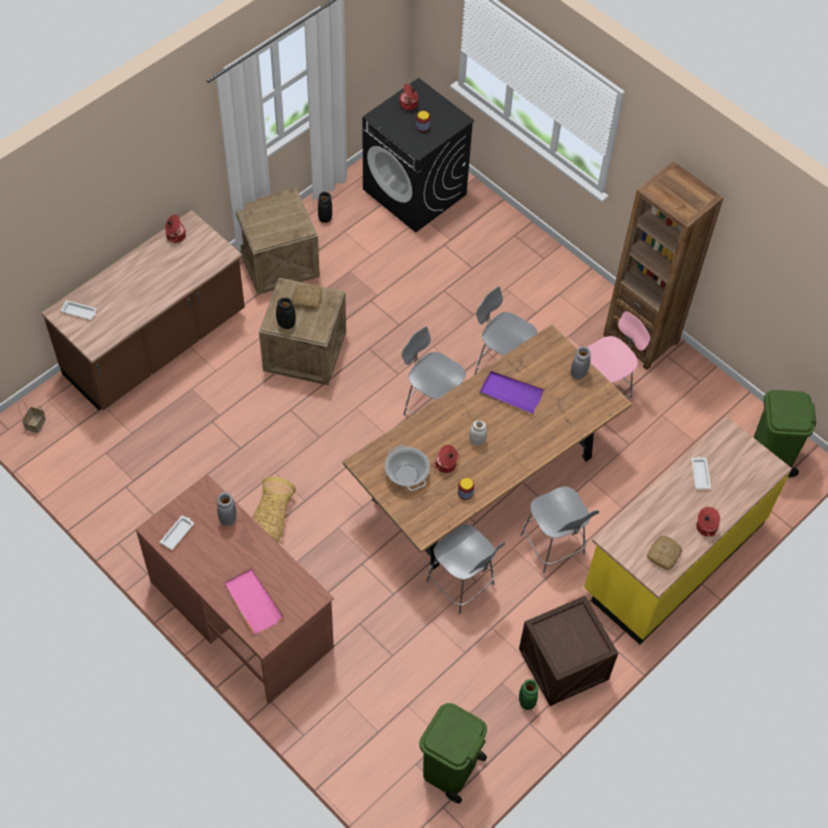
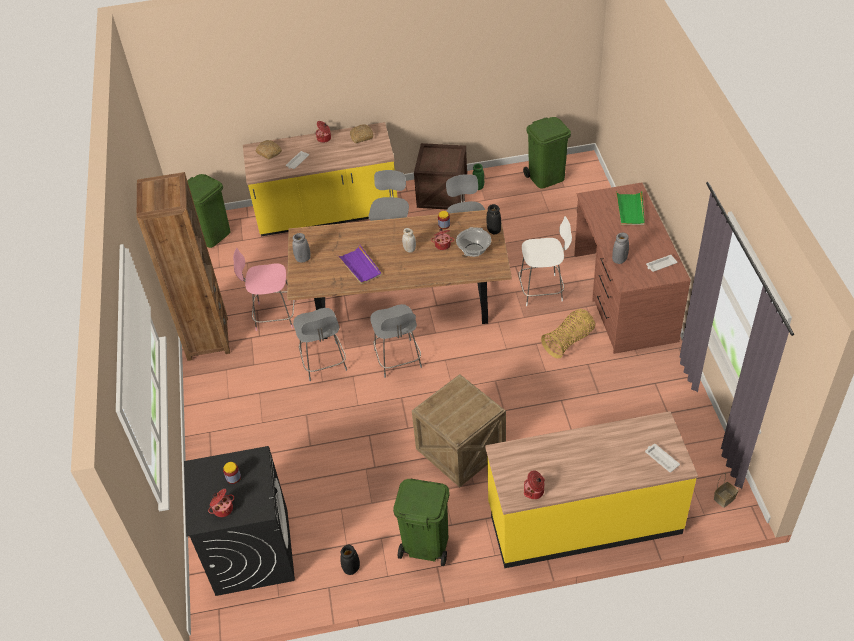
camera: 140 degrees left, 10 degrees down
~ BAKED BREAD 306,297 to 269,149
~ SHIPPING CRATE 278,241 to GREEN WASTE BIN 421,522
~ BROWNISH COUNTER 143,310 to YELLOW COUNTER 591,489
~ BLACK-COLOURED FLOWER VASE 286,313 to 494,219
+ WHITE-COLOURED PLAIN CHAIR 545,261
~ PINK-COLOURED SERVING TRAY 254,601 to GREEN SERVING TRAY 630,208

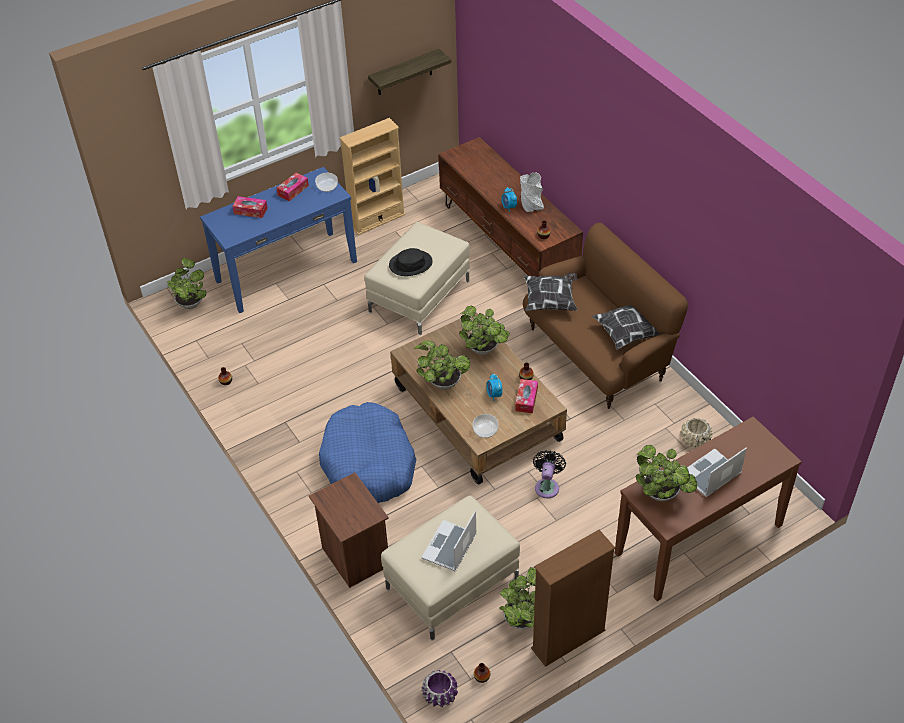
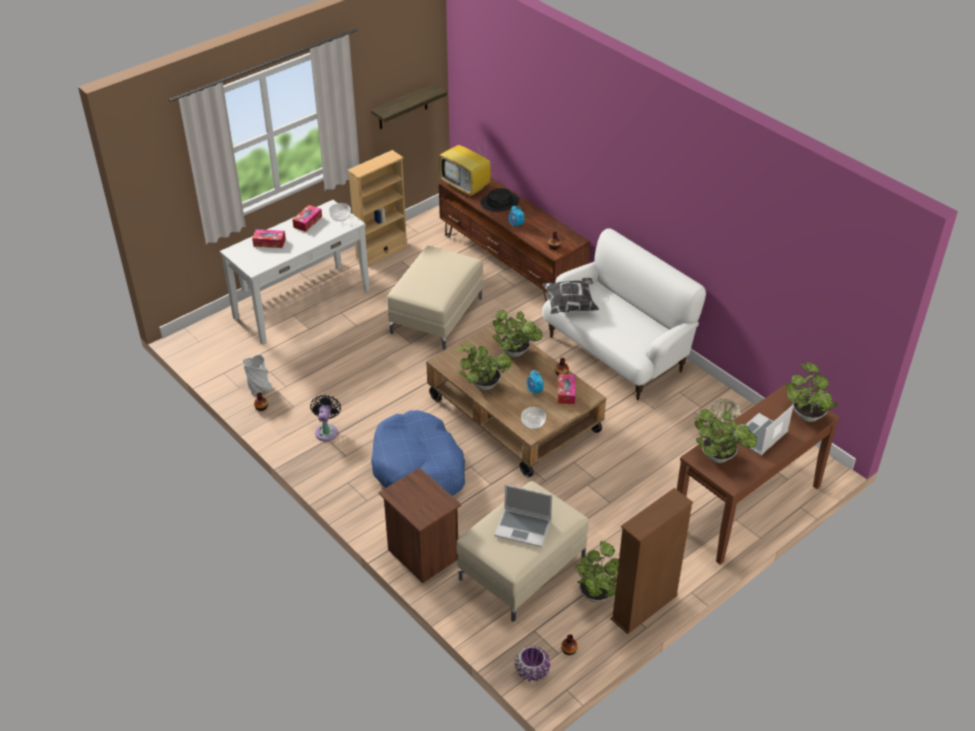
camera: 10 degrees left, 5 degrees down
~ BLUE NARROW TABLE 278,240 to WHITE-COLOURED NARROW TABLE 295,272
~ GREYISH FLOWER VASE 532,192 to 257,375
~ BLACK-COLOURED FAN 549,474 to 325,418
+ TELEVISION 465,166
~ BLACK-COLOURED CLOTHING HAT 411,262 to 499,200
~ PORTABLE COMPUTER 449,541 = 523,515 90 degrees counterclockwise
~ BROWNISH SOFA 605,316 to WHITE-COLOURED SOFA 624,314
~ PLANT IN A POT 186,283 to 812,392
- CUSHION 626,327

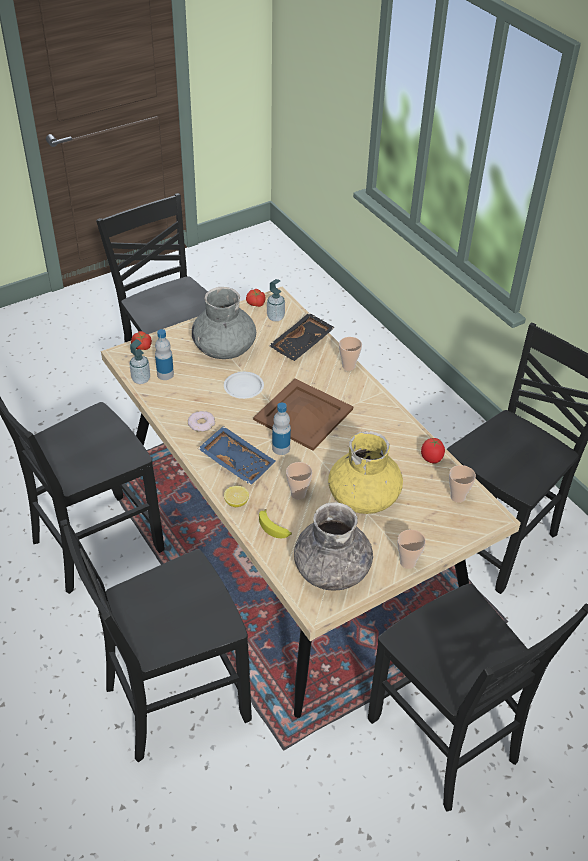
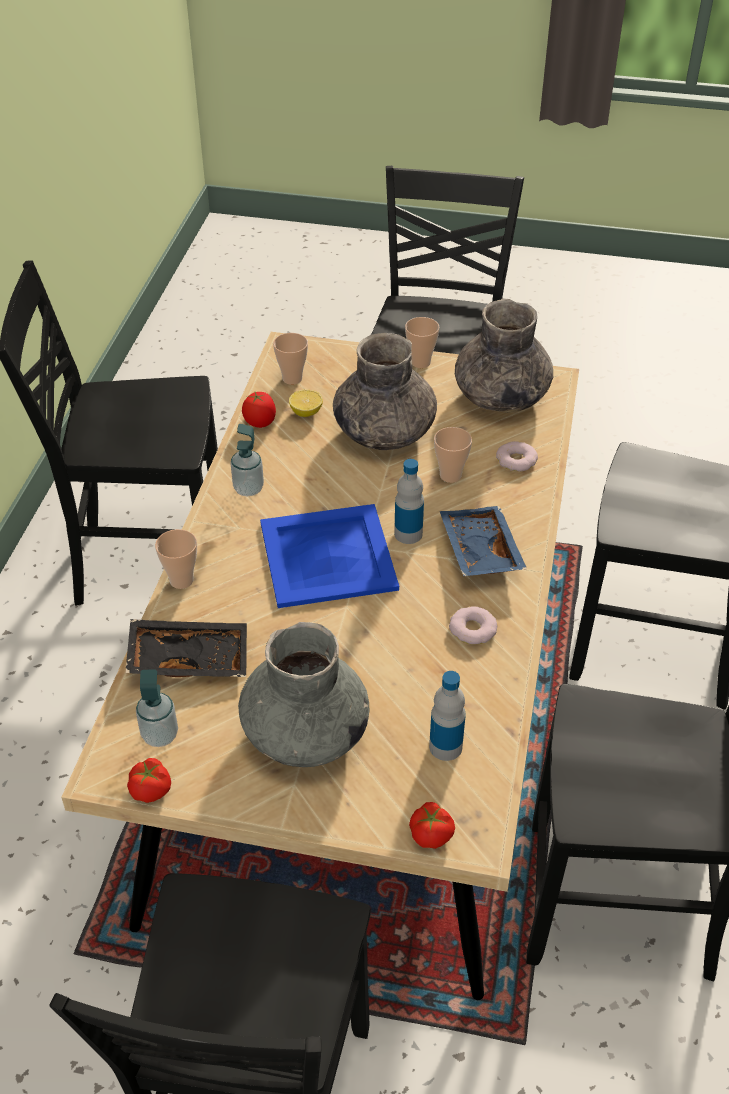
camera: 135 degrees left, 0 degrees up
~ SOAP BOTTLE 140,361 to 247,460
~ BROWNISH SERVING TRAY 303,414 to BLUE SERVING TRAY 329,556
~ LEMON 236,496 to 306,403
~ YELLOW FLOWER VASE 365,472 to GREYISH FLOWER VASE 385,391
~ BANANA 275,523 to DOUGHNUT 517,456
- WHITE-COLOURED DINNER PLATE 244,385

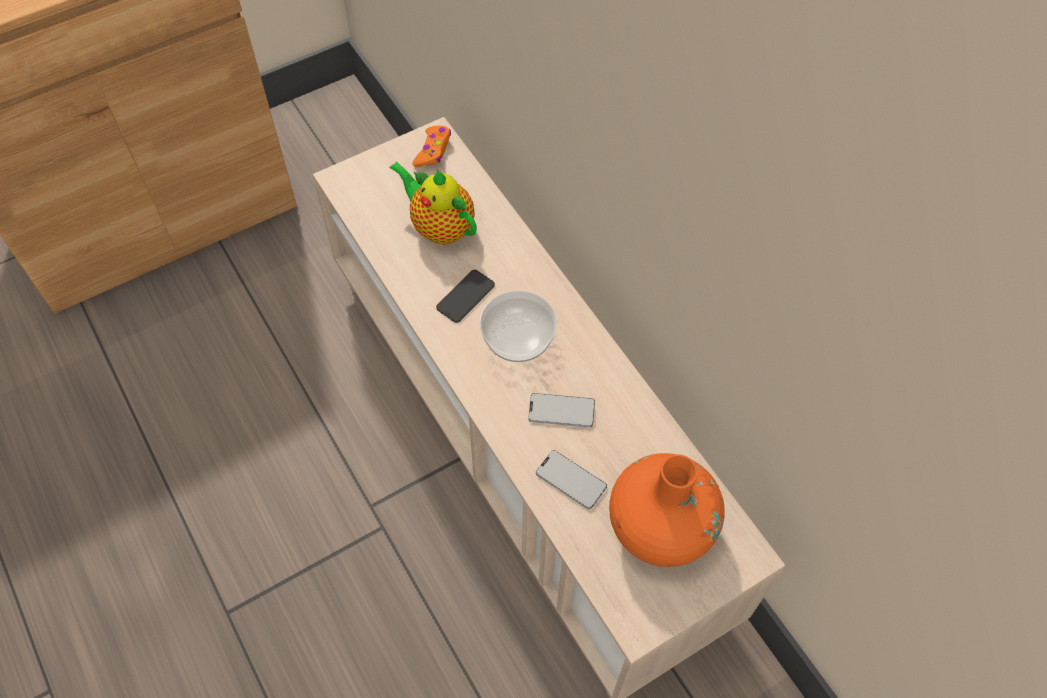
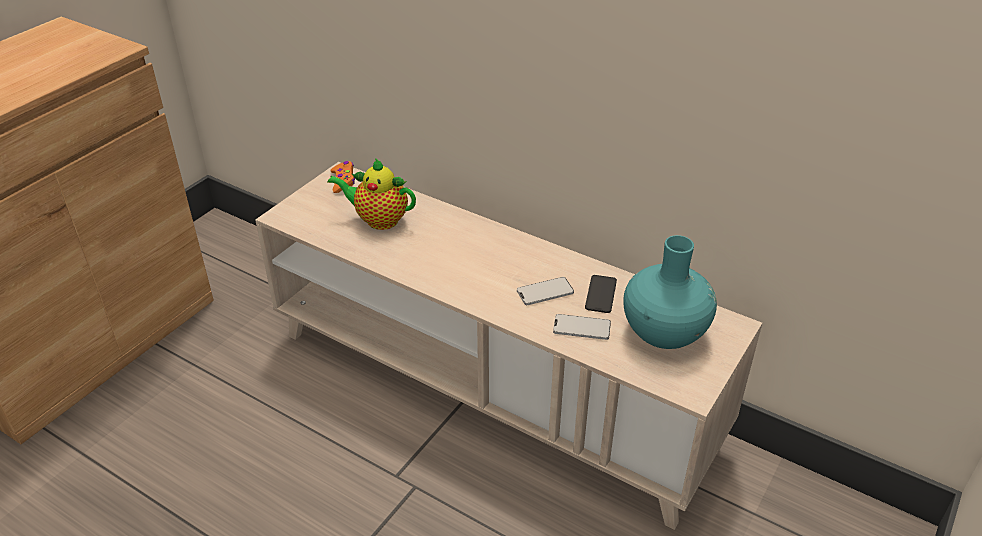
camera: 25 degrees left, 20 degrees down
~ TELEPHONE 465,296 to 601,294
~ ORANGEY FLOWER VASE 667,510 to BLUE-GREEN FLOWER VASE 670,292
- BOWL 518,326

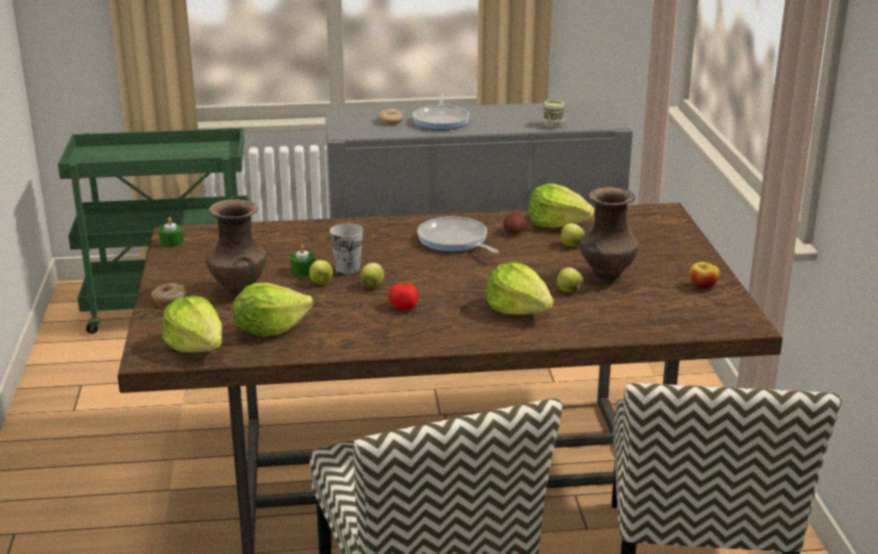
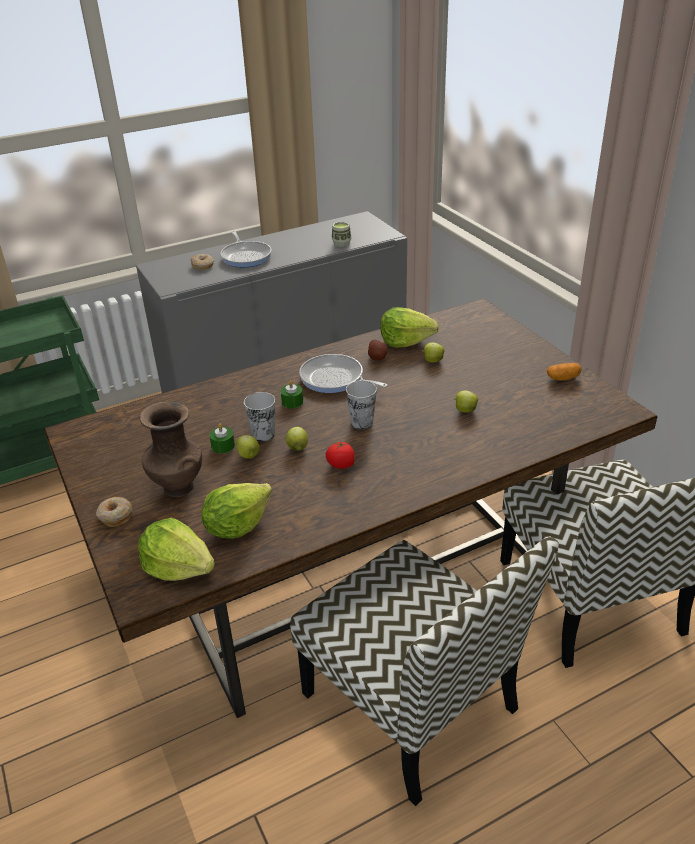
camera: 20 degrees left, 10 degrees up
~ GREEN WAX CANDLE 171,232 to 292,394
+ CUP 361,405
~ APPLE FRUIT 704,275 to WHOLE POTATO 564,372
- LETTUCE 520,288
- BROWNISH FLOWER VASE 609,235

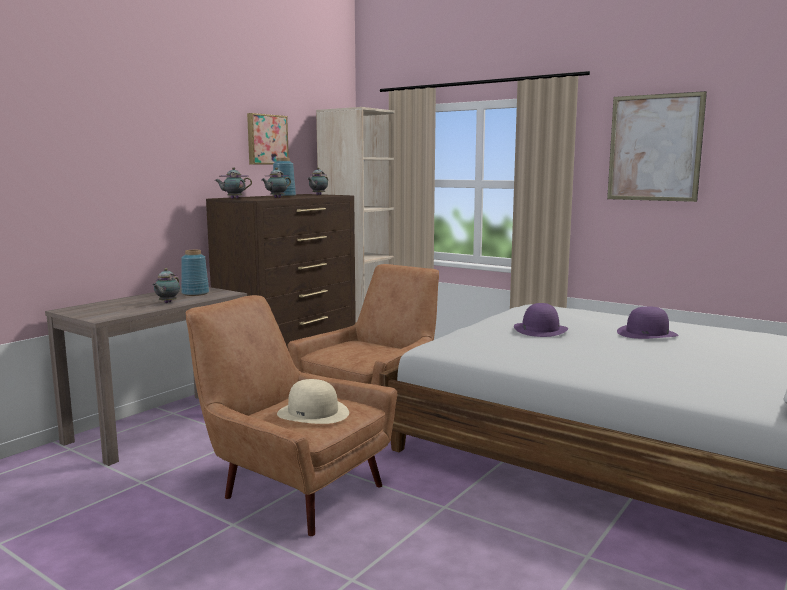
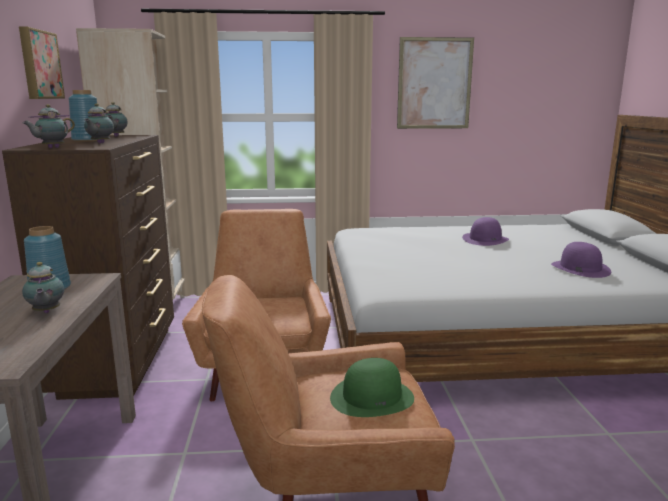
camera: 40 degrees left, 5 degrees up
~ BEIGE-COLOURED CLOTHING HAT 313,401 to GREEN CLOTHING HAT 372,387
~ PURPLE CLOTHING HAT 541,320 to 581,260

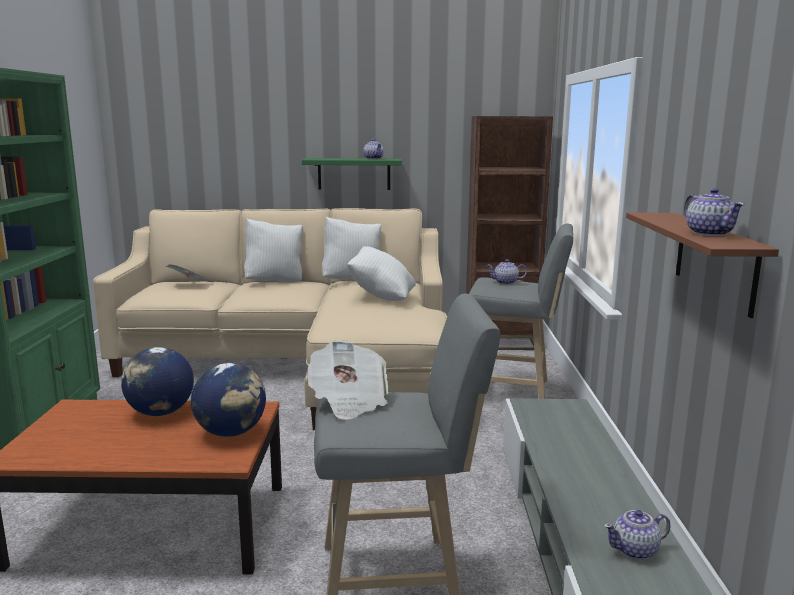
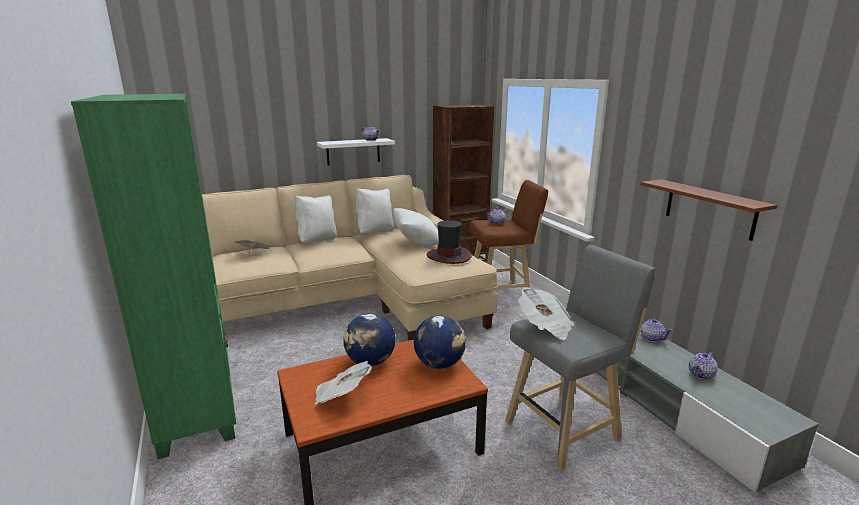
camera: 25 degrees left, 5 degrees up
+ PRINTED PAPER 343,383
~ GREEN BRACKET SHELF 352,174 to WHITE-COLOURED BRACKET SHELF 356,151
+ CLOTHING HAT 449,242
~ GREYISH STOOL SEAT 521,311 to BROWNISH STOOL SEAT 508,235
~ TEAPOT 714,212 to 656,330

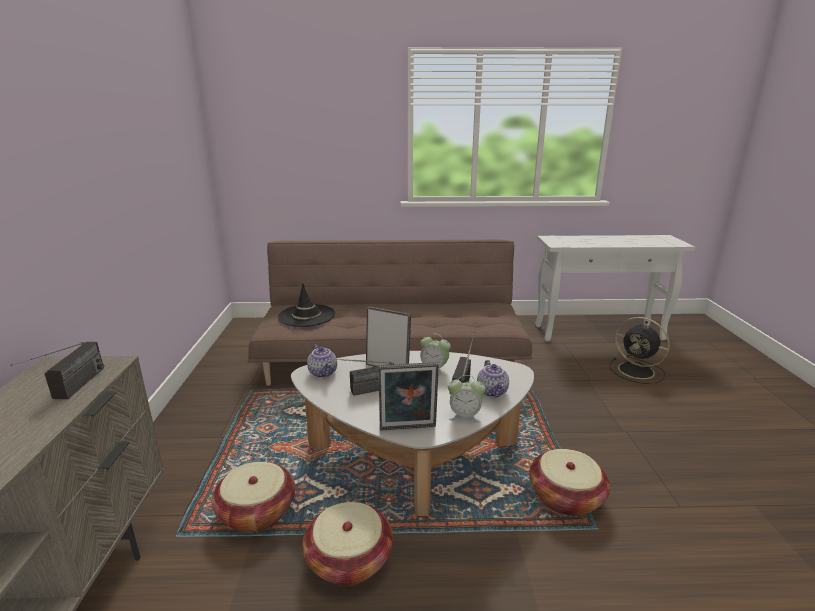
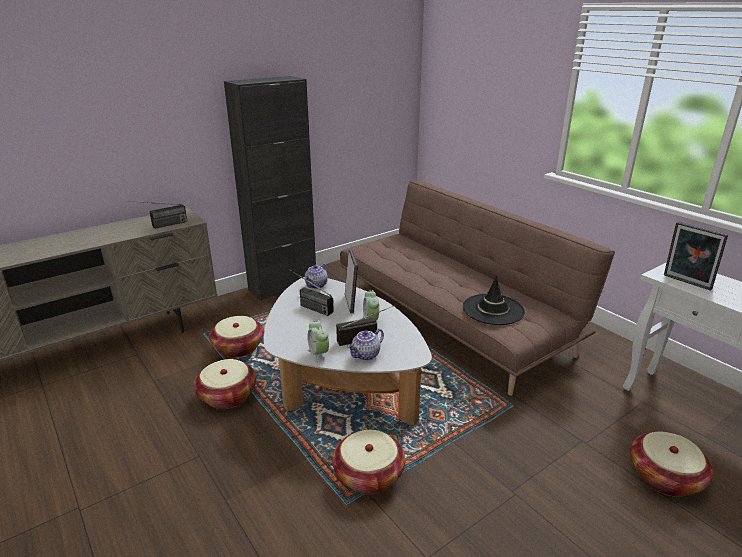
camera: 55 degrees right, 5 degrees up
+ BLACK-COLOURED STORAGE CABINET 270,188
~ BLACK-COLOURED CLOTHING HAT 306,305 to 494,300
~ BLACK-COLOURED FAN 640,350 to BASKET 671,464
~ STANDING FRAME 409,396 to 696,256

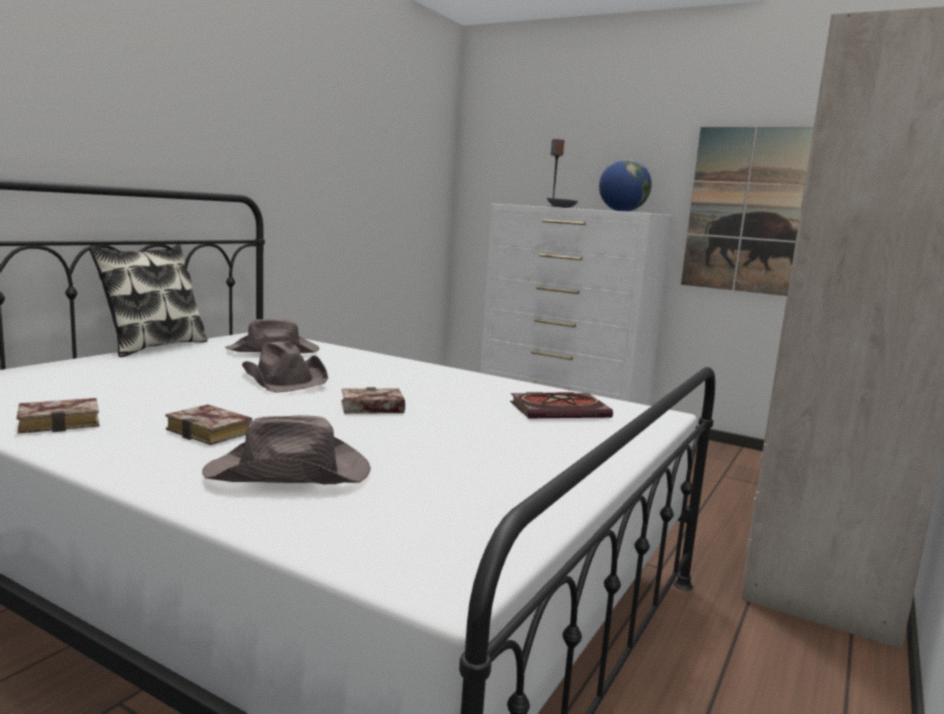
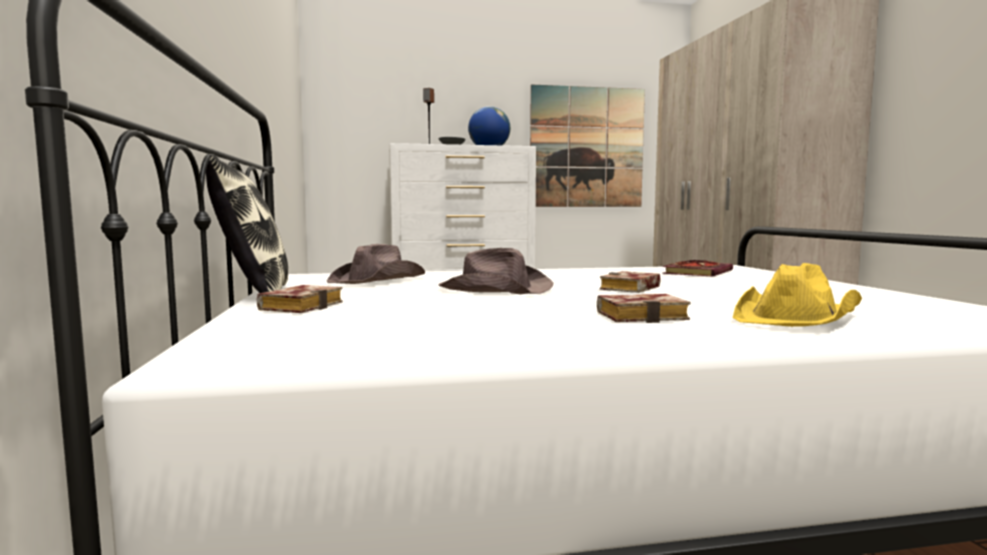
camera: 40 degrees left, 5 degrees down
~ VOLUME 58,416 to 300,299
~ BROWNISH CLOTHING HAT 286,449 to YELLOW CLOTHING HAT 797,295

